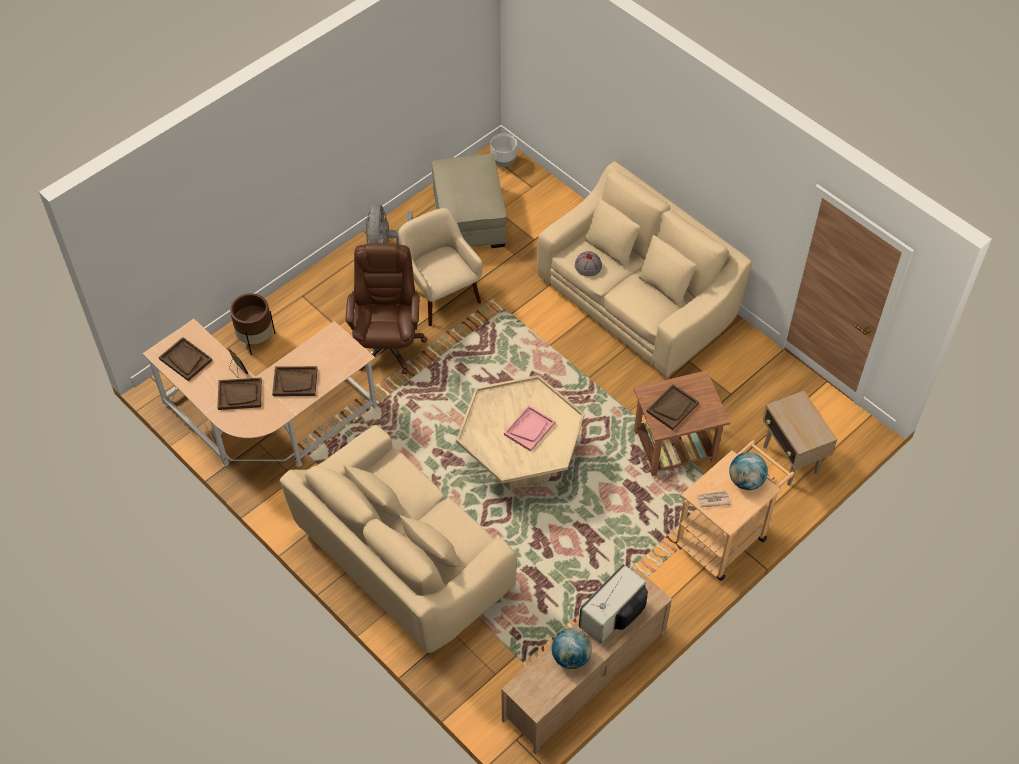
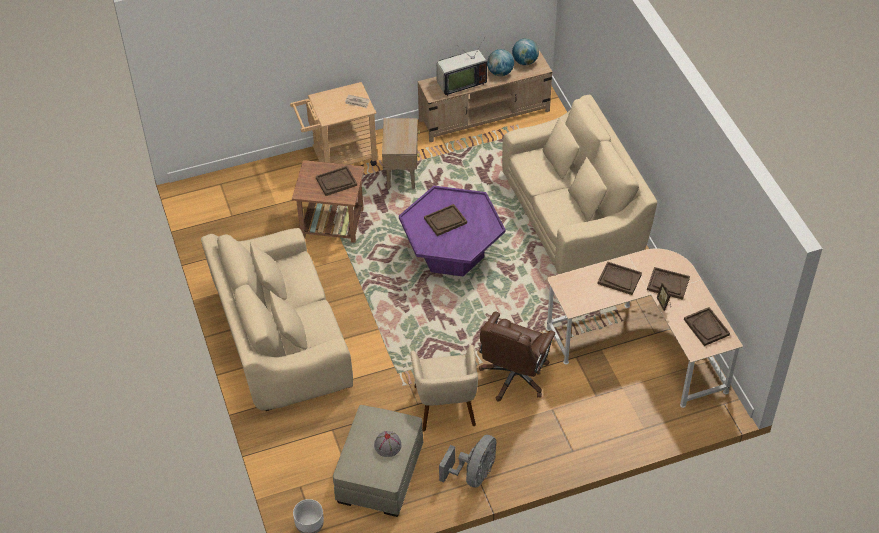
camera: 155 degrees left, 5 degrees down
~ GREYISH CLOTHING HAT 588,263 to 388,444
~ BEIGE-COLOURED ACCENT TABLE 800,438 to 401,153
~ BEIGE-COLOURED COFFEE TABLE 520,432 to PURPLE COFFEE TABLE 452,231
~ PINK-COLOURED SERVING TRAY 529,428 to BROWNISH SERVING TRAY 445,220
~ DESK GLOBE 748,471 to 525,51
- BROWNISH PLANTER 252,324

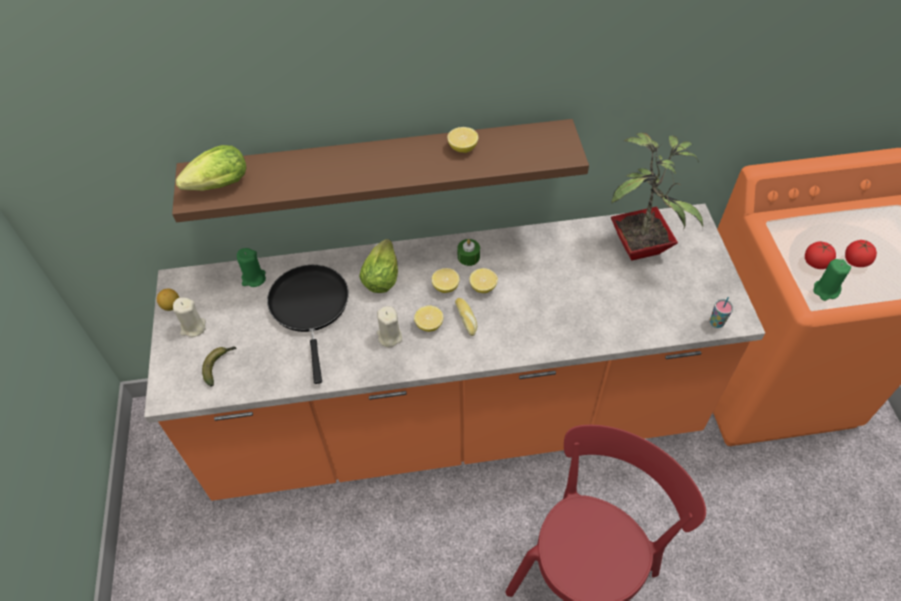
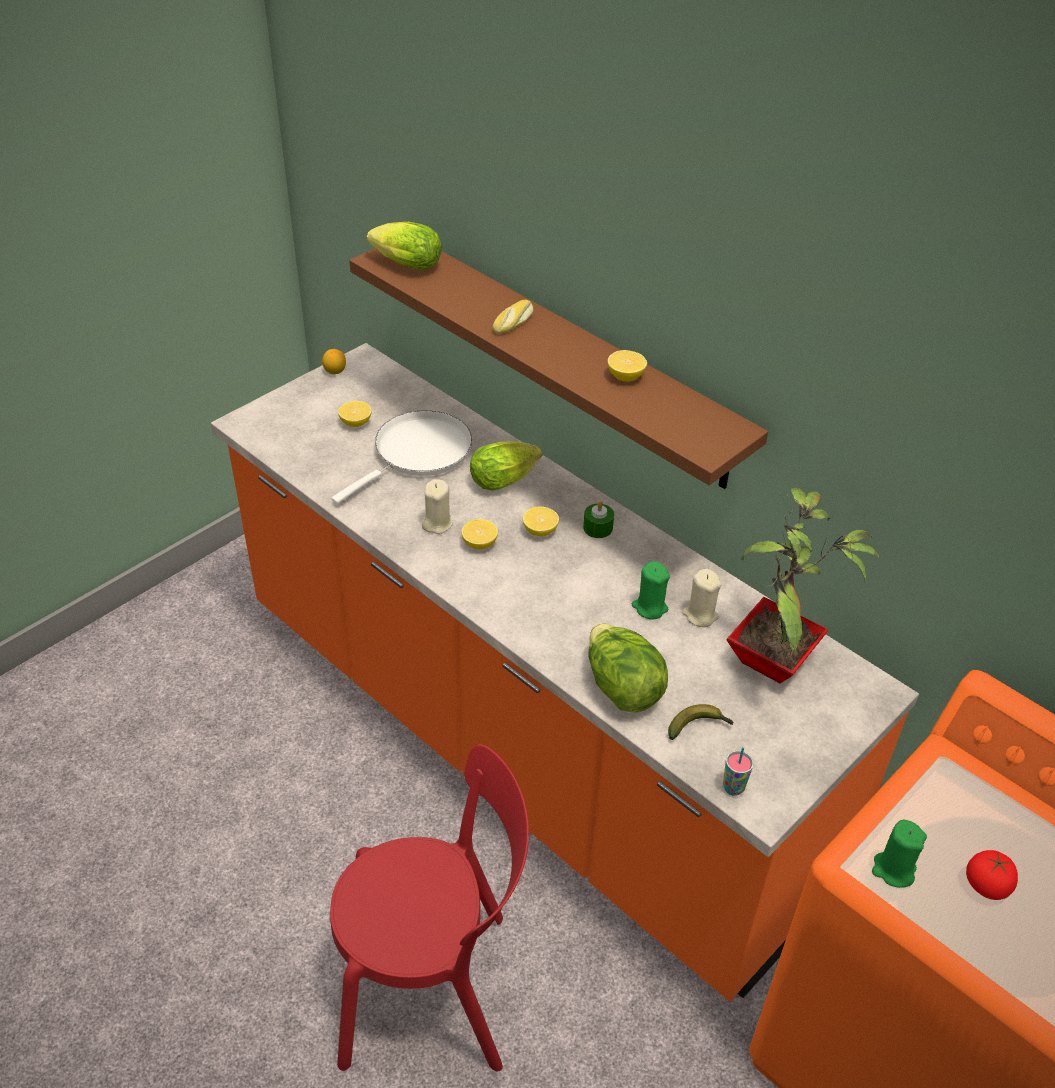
camera: 50 degrees right, 10 degrees down
~ BLACK-COLOURED SKILLET 308,324 to WHITE-COLOURED SKILLET 402,457
~ LEMON 483,280 to 355,414
~ BAKED BREAD 466,317 to 513,317
+ LETTUCE 628,668
~ GREEN WAX CANDLE 251,267 to 651,590
~ BANANA 219,366 to 700,722
~ BEIGE-COLOURED WAX CANDLE 189,317 to 702,598
- WHOLE TOMATO 820,255

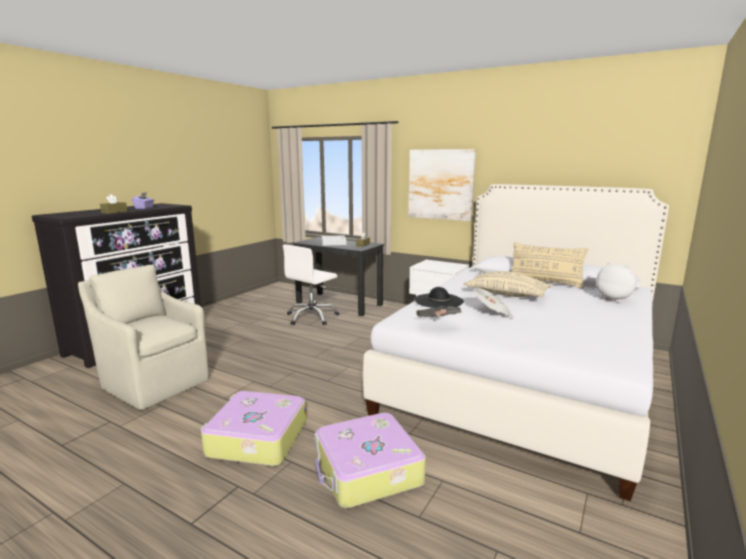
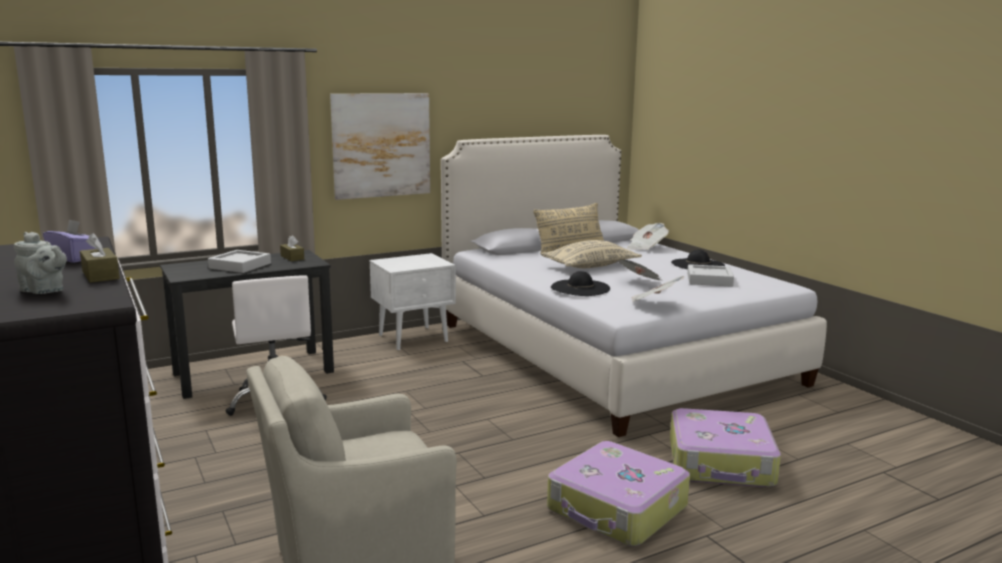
camera: 60 degrees left, 0 degrees up
+ GREYISH TEAPOT 40,263
~ CUDDLY TOY 616,282 to PRINTED PAPER 648,236
+ BLACK-COLOURED CLOTHING HAT 698,259
+ GREYISH SERVING TRAY 710,275

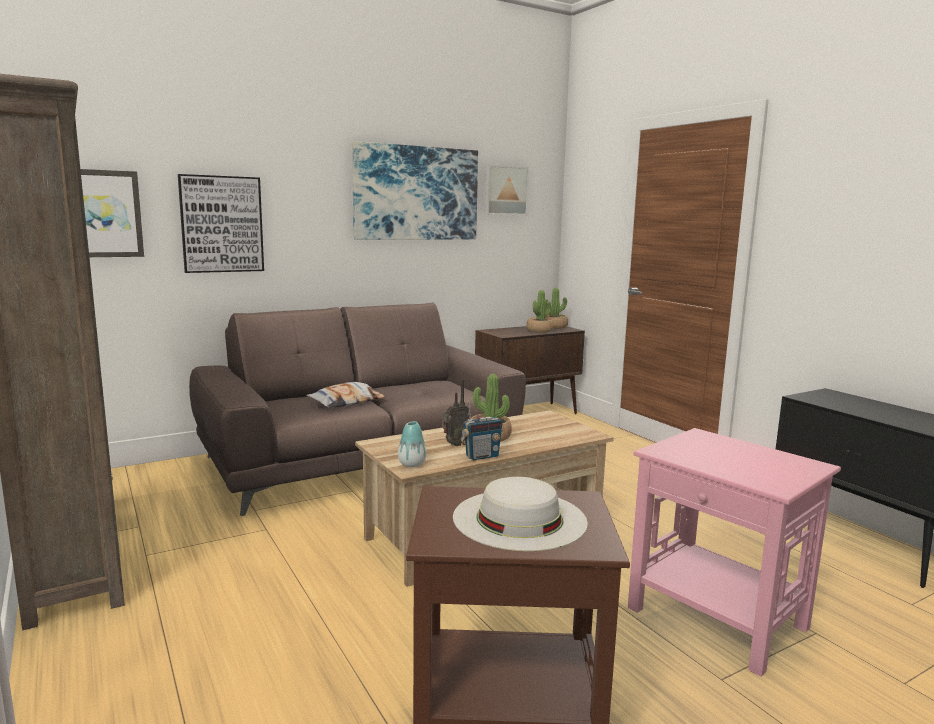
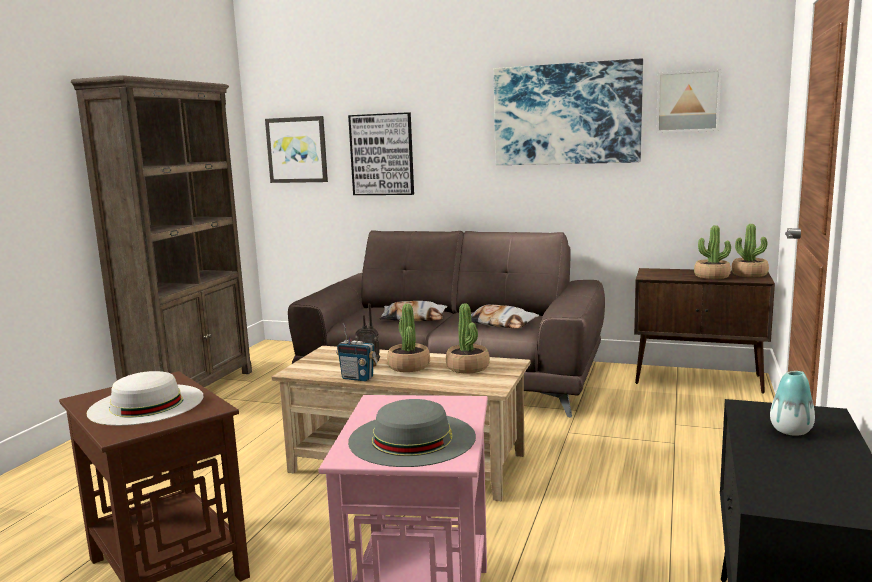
camera: 50 degrees right, 0 degrees up
+ GREYISH CLOTHING HAT 412,433
+ PLANT IN A POT 468,338
+ CUSHION 505,316
~ FLOWER VASE 412,444 to 792,403

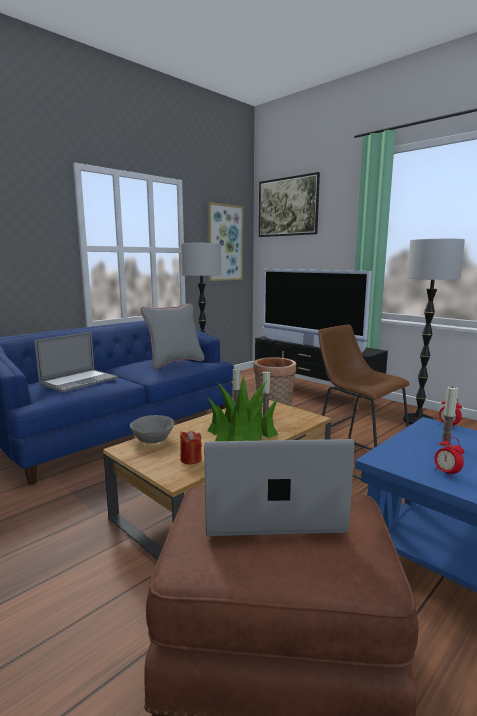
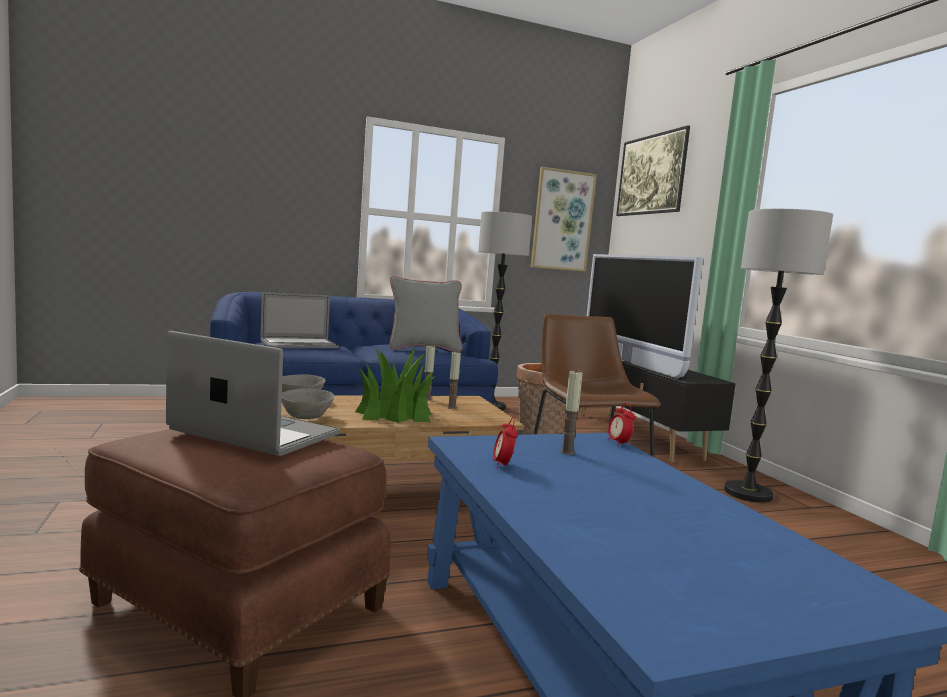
camera: 25 degrees right, 5 degrees down
~ RED-COLOURED WAX CANDLE 191,447 to GREYISH BOWL 307,403

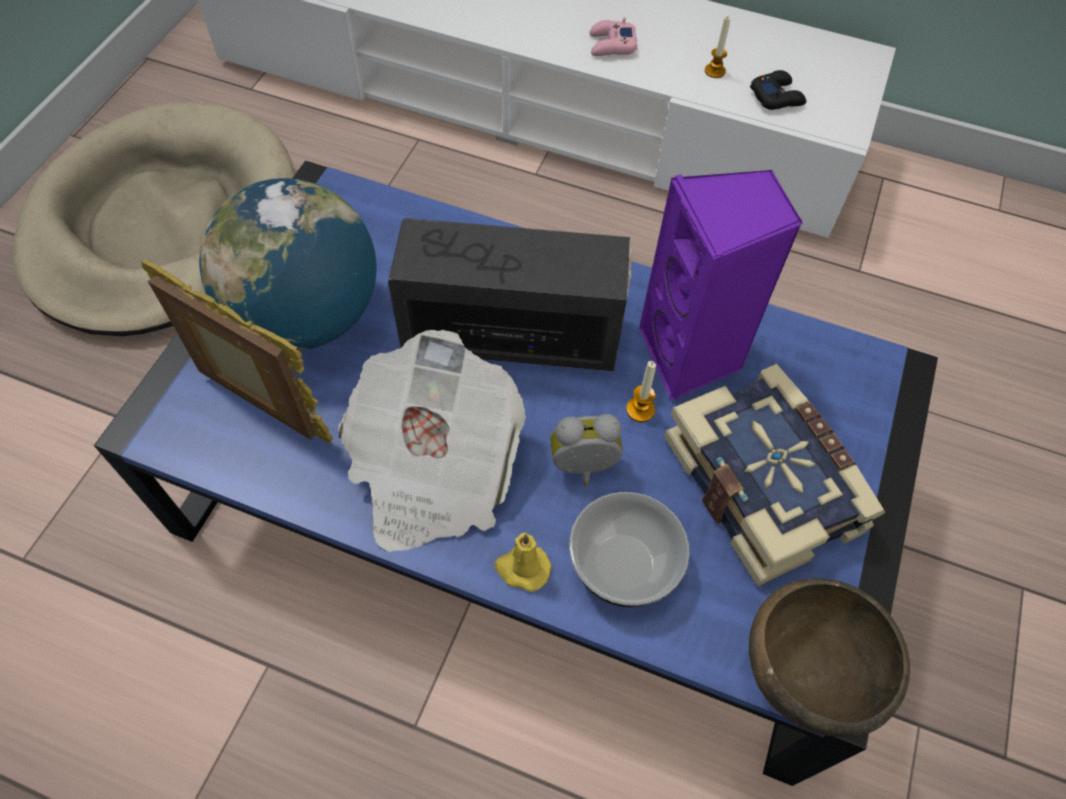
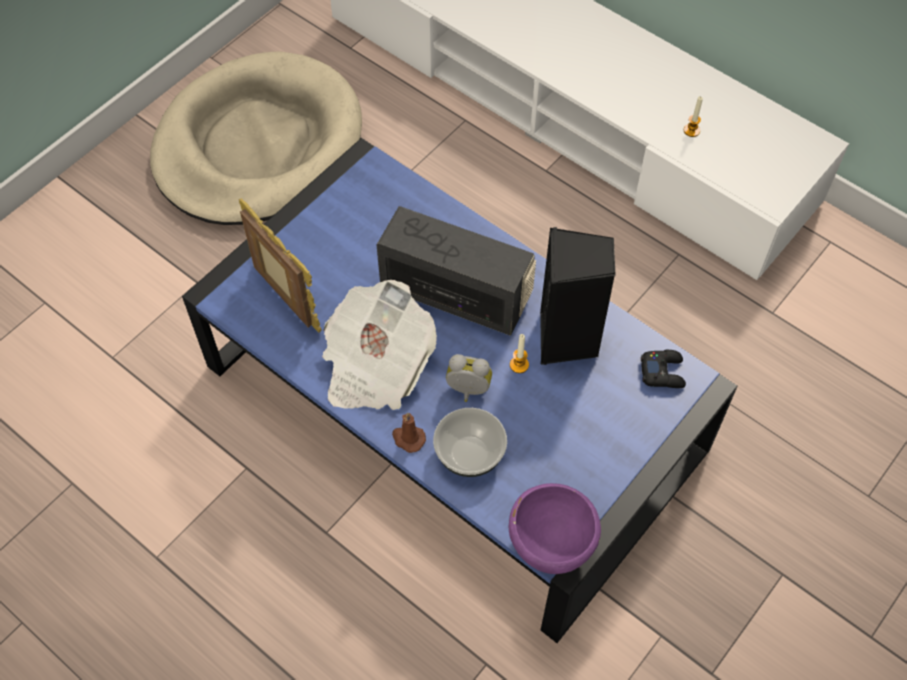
camera: 20 degrees right, 0 degrees up
~ YELLOW WAX CANDLE 522,562 to BROWNISH WAX CANDLE 409,433
~ BROWNISH BOWL 829,657 to PURPLE BOWL 555,528
~ PURPLE LOUDSPEAKER 721,285 to BLACK-COLOURED LOUDSPEAKER 578,296
~ BLACK-COLOURED JOYPAD 778,90 to 663,369
- DESK GLOBE 288,264
- PINK-COLOURED JOYPAD 613,37
- VOLUME 775,475

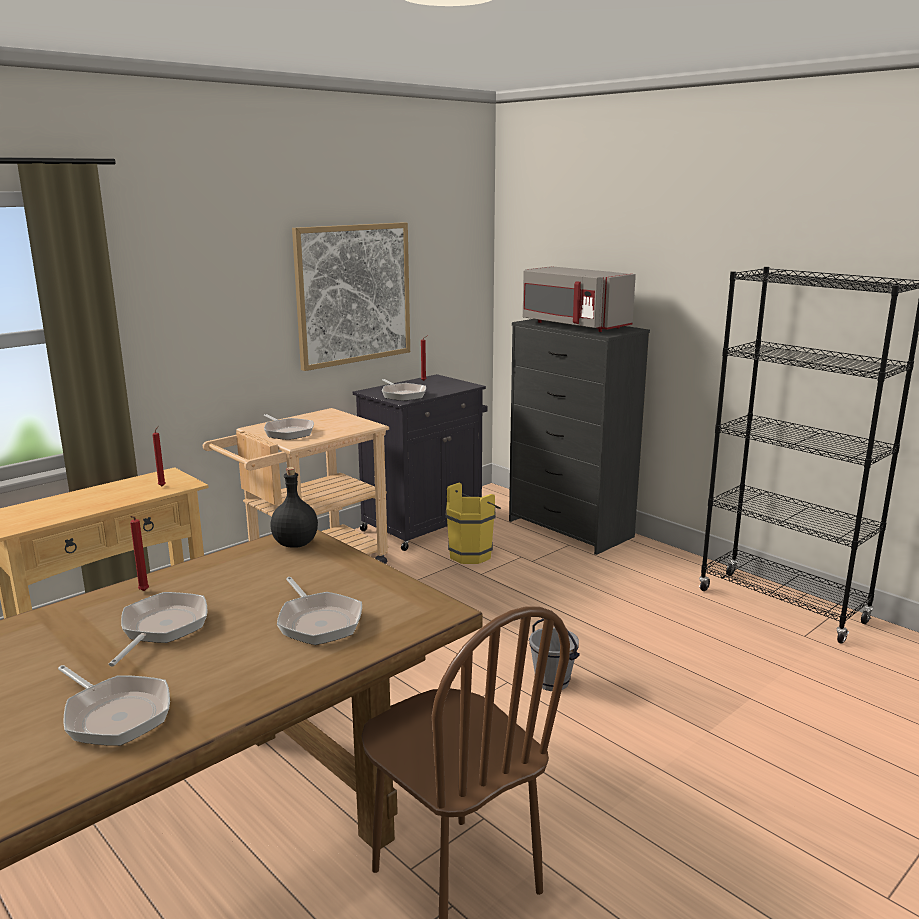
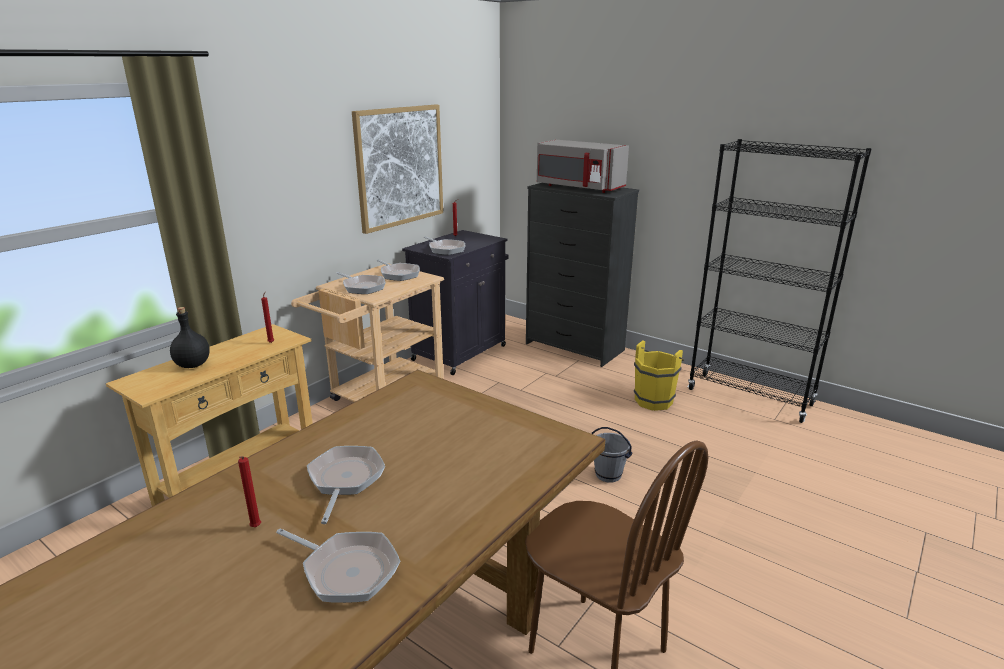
camera: 10 degrees left, 5 degrees up
~ BLACK-COLOURED BOTTLE 294,507 to 190,337
~ RED-COLOURED WAX CANDLE 139,553 to 249,491
~ SKILLET 319,611 to 398,270
~ YELLOW WATER BUCKET 473,523 to 659,375

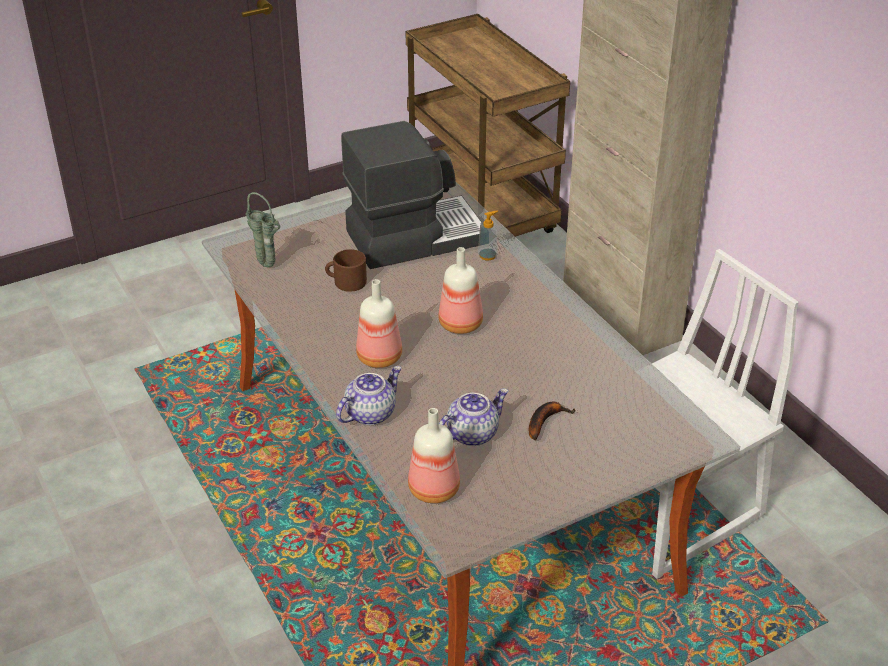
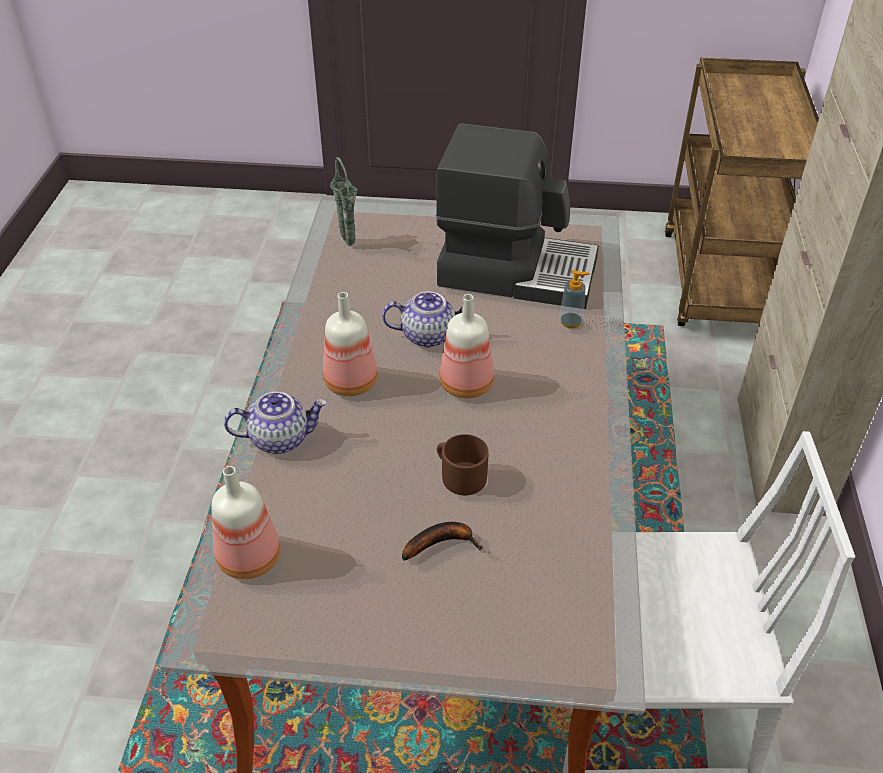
camera: 35 degrees right, 5 degrees up
~ TEAPOT 474,417 to 428,319
~ BROWNISH TEA MUG 346,270 to 463,464

